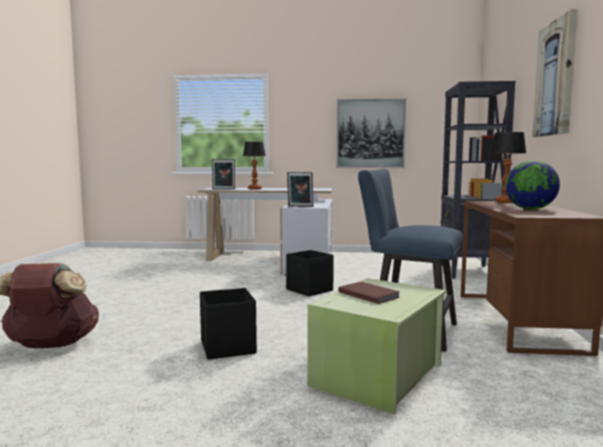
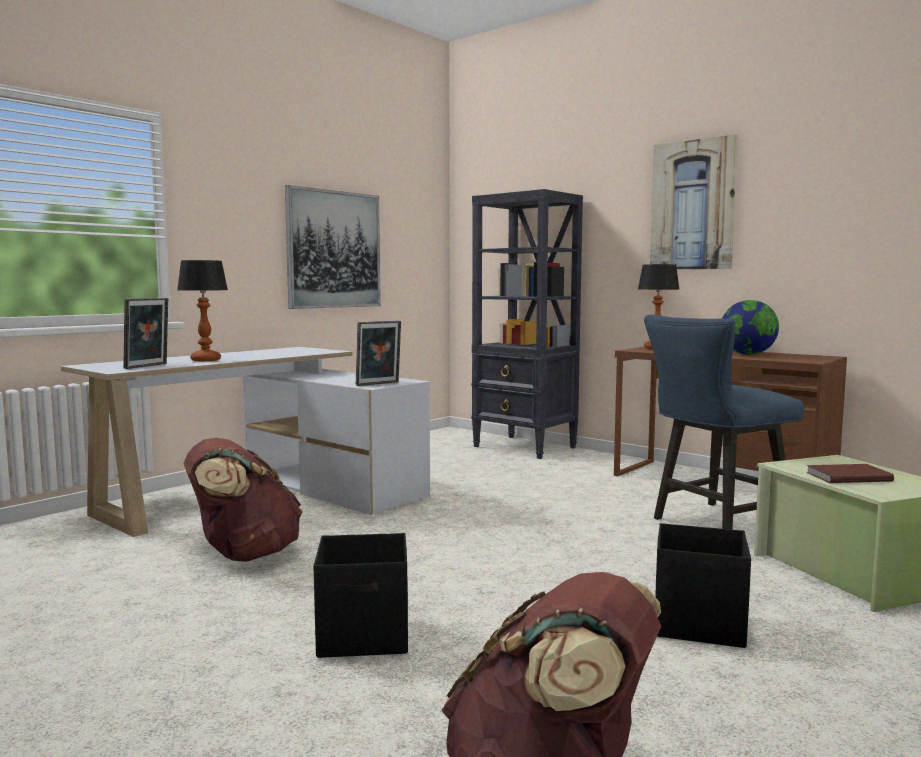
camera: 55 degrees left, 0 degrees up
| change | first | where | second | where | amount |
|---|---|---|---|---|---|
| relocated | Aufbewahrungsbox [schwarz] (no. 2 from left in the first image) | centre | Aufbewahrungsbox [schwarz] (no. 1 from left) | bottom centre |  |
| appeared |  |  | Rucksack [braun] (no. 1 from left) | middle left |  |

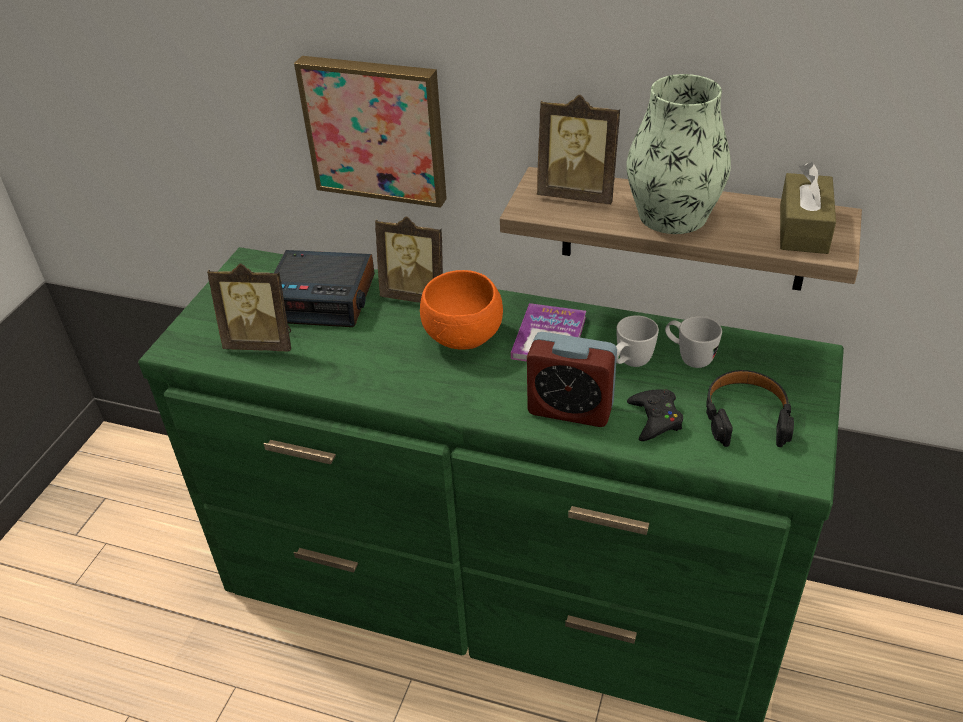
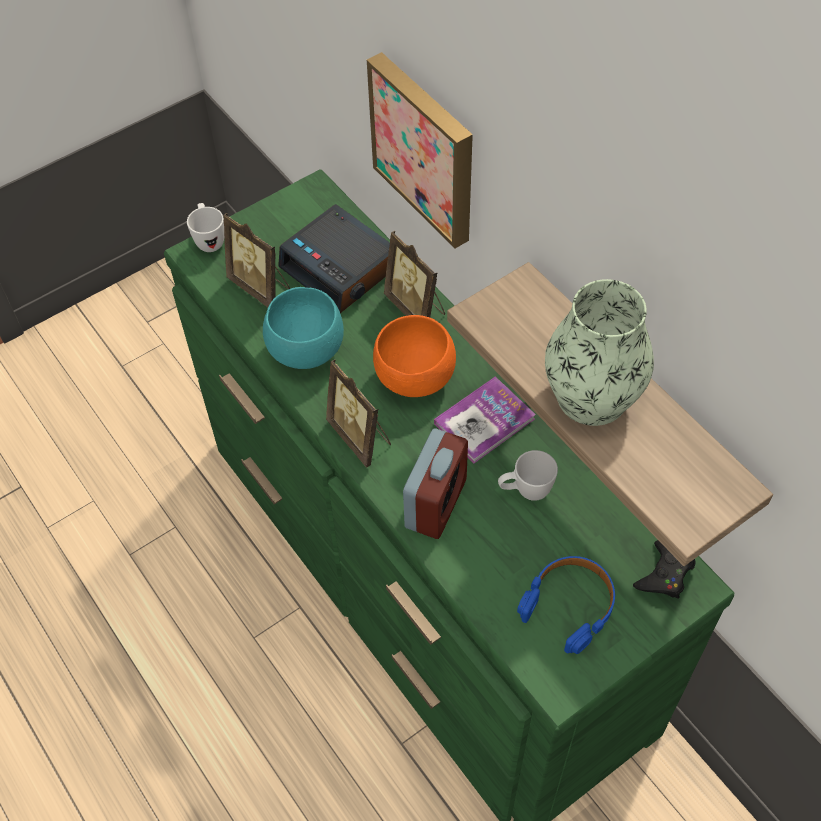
camera: 35 degrees right, 15 degrees up
| change | first | where | second | where | amount |
|---|---|---|---|---|---|
| spun | Wecker (no. 2 from left) | centre |  | centre | 120 degrees counterclockwise |
| relocated | Bilderrahmen (no. 3 from left in the first image) | top centre | Bilderrahmen (no. 2 from left) | centre |  |
| relocated | Gamepad [schwarz] | middle right |  | bottom right |  |
| relocated | Henkelbecher [weiß] (no. 2 from left in the first image) | middle right | Henkelbecher [weiß] (no. 1 from left) | top left |  |
| colour | Kopfhörer [schwarz] | middle right | Kopfhörer [blau] | bottom right |  |
| missing | Taschentuchbox [braun] | top right |  |  |  |
| appeared |  |  | Schüssel [türkis] | centre |  |

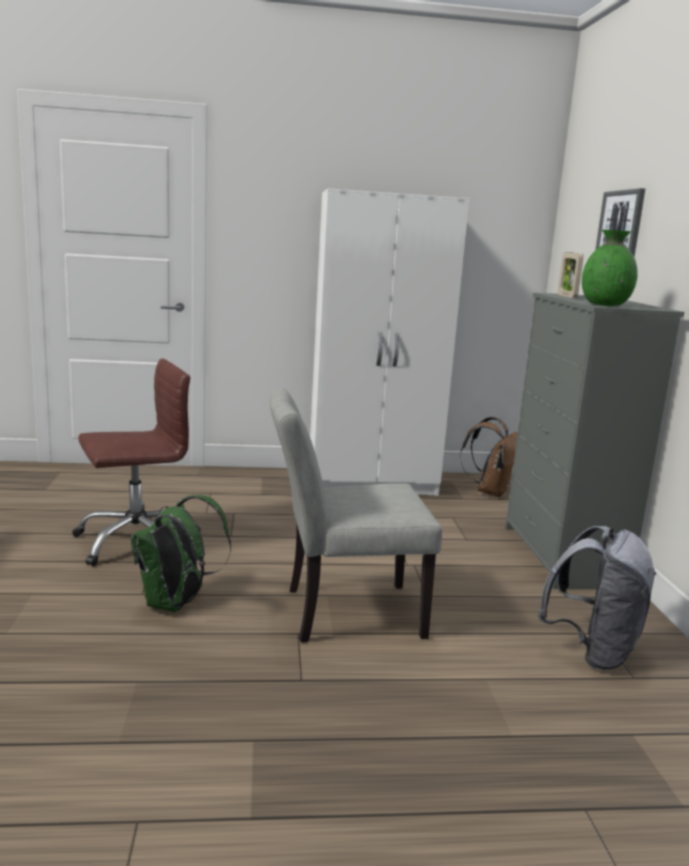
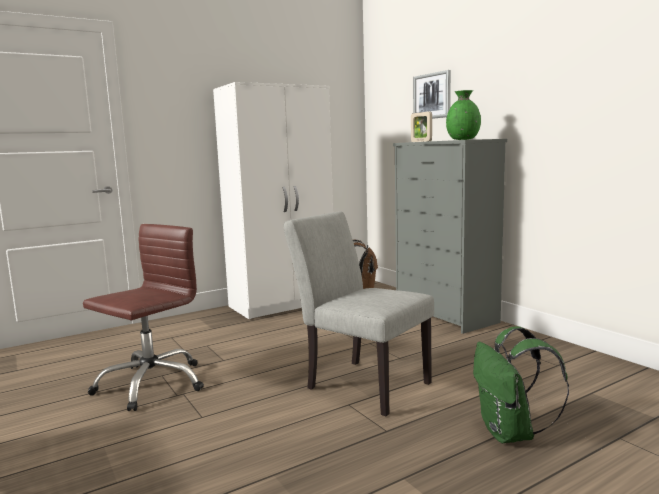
camera: 25 degrees left, 5 degrees down
| change | first | where | second | where | amount |
|---|---|---|---|---|---|
| relocated | Rucksack [grün] | middle left |  | bottom right |  |
| spun | Stuhl [grau] | centre |  | centre | 75 degrees clockwise |
| missing | Rucksack [grau] | bottom right |  |  |  |

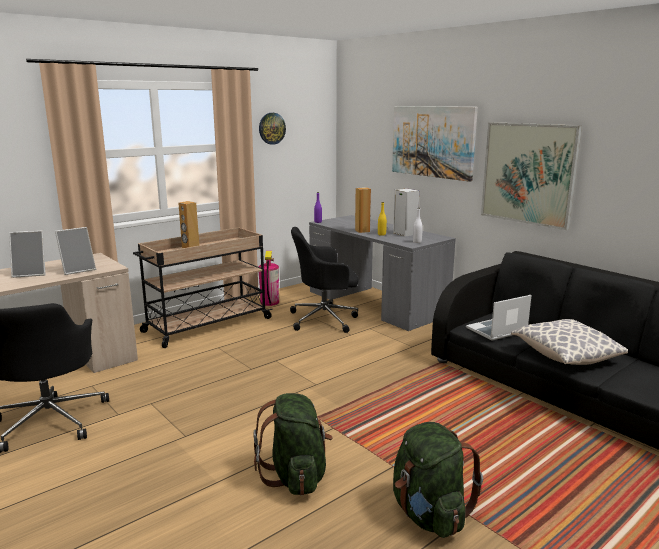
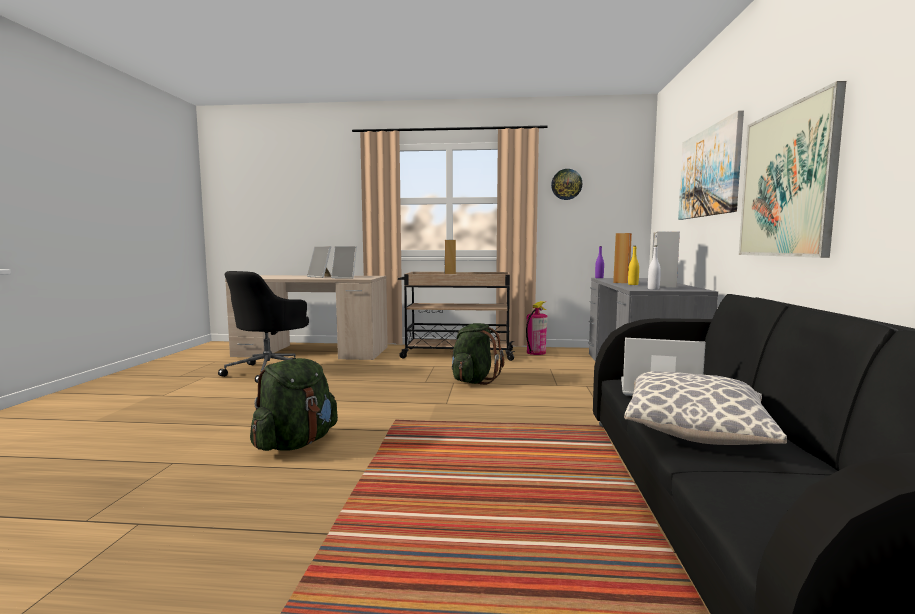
camera: 45 degrees right, 10 degrees down
| change | first | where | second | where | amount |
|---|---|---|---|---|---|
| missing | Bürostuhl [schwarz] (no. 2 from left) | centre |  |  |  |
| relocated | Rucksack [grün] (no. 2 from left) | bottom centre |  | centre |  |

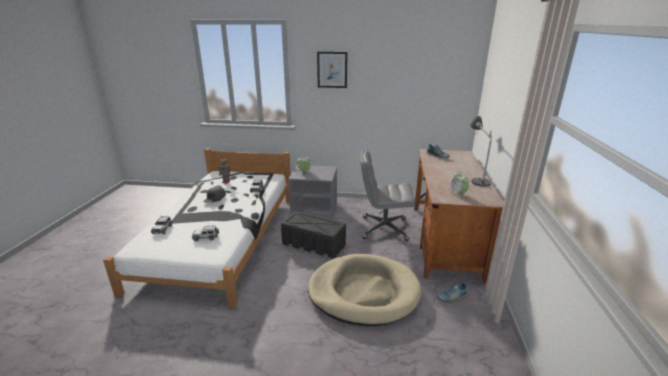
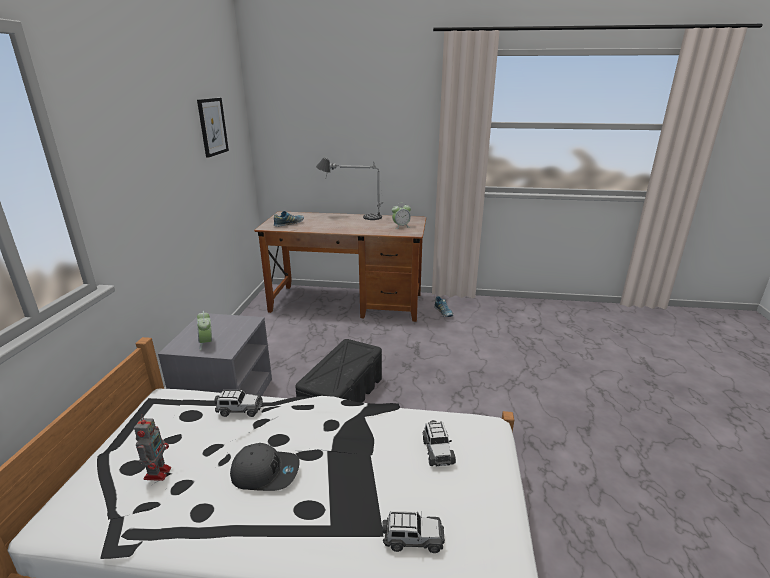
camera: 90 degrees left, 0 degrees up
| change | first | where | second | where | amount |
|---|---|---|---|---|---|
| missing | Hundebett [beige] | bottom centre |  |  |  |
| relocated | Bild | top centre |  | top left |  |
| missing | Bürostuhl [grau] | centre |  |  |  |

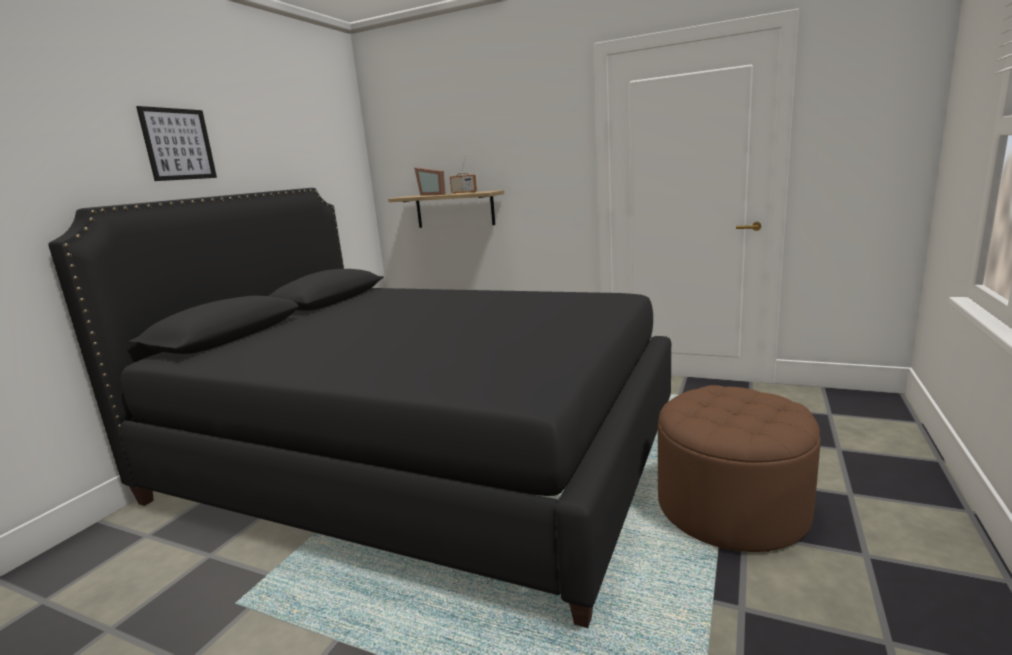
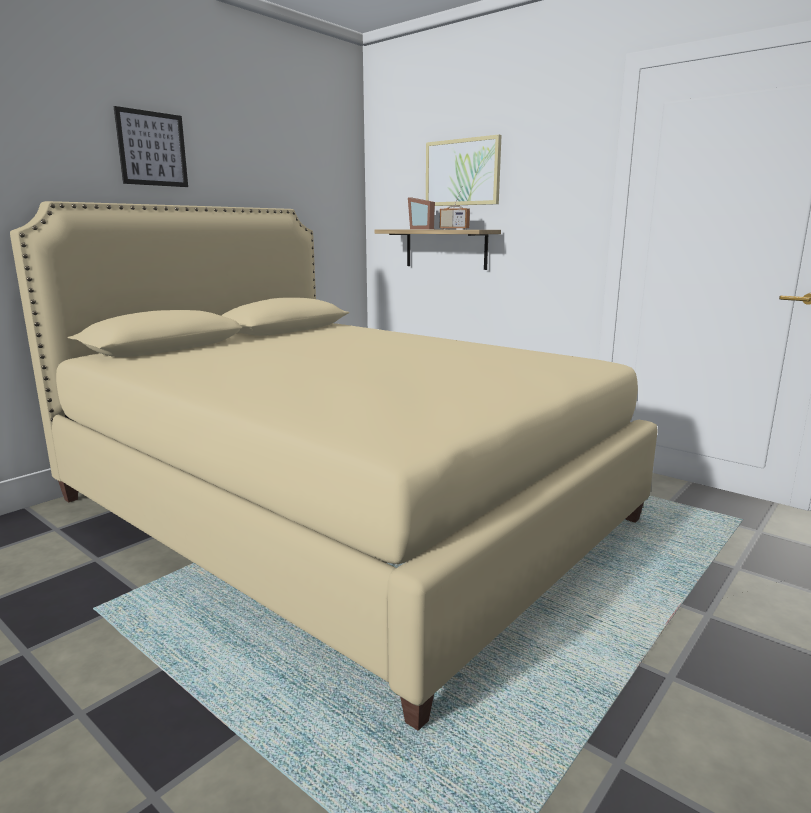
camera: 15 degrees right, 0 degrees up
| change | first | where | second | where | amount |
|---|---|---|---|---|---|
| colour | Bett [schwarz] | centre | Bett [beige] | centre |  |
| missing | Polsterhocker [braun] | bottom right |  |  |  |
| appeared |  |  | Bild (no. 2 from left) | top centre |  |

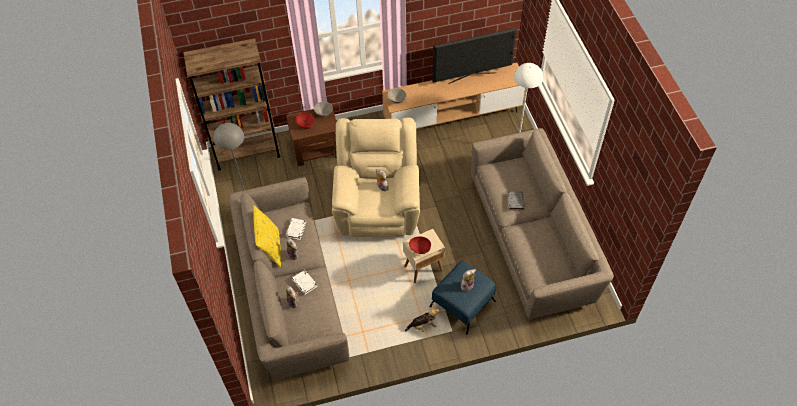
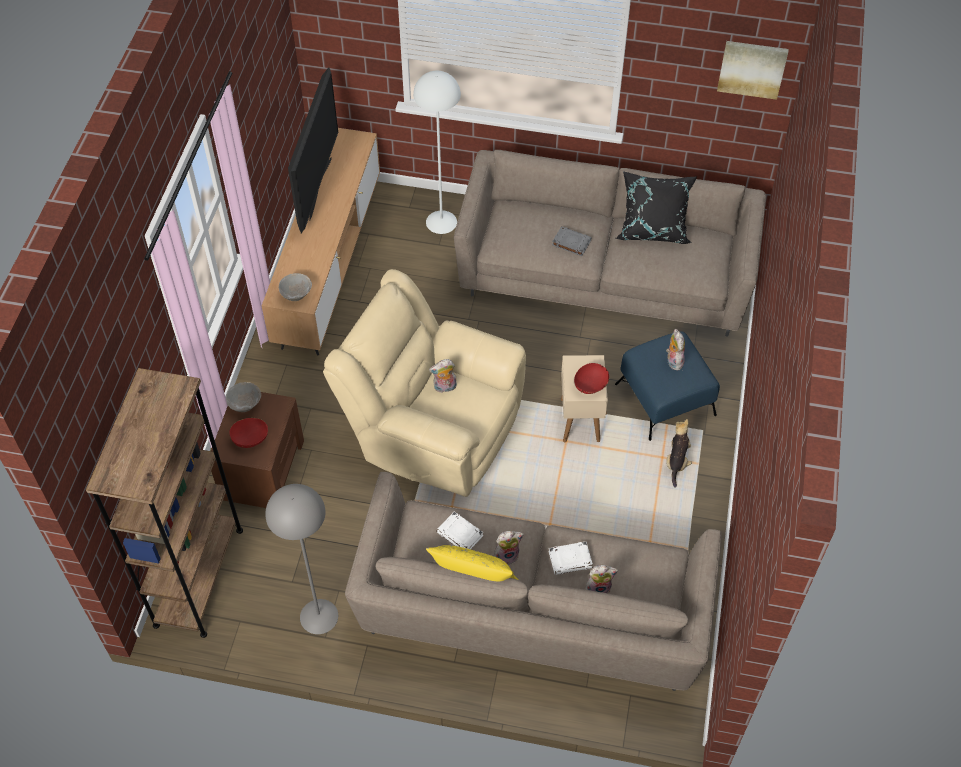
camera: 65 degrees left, 0 degrees up
| change | first | where | second | where | amount |
|---|---|---|---|---|---|
| appeared |  |  | Kissen [schwarz] | top right |  |
| appeared |  |  | Bild | top right |  |

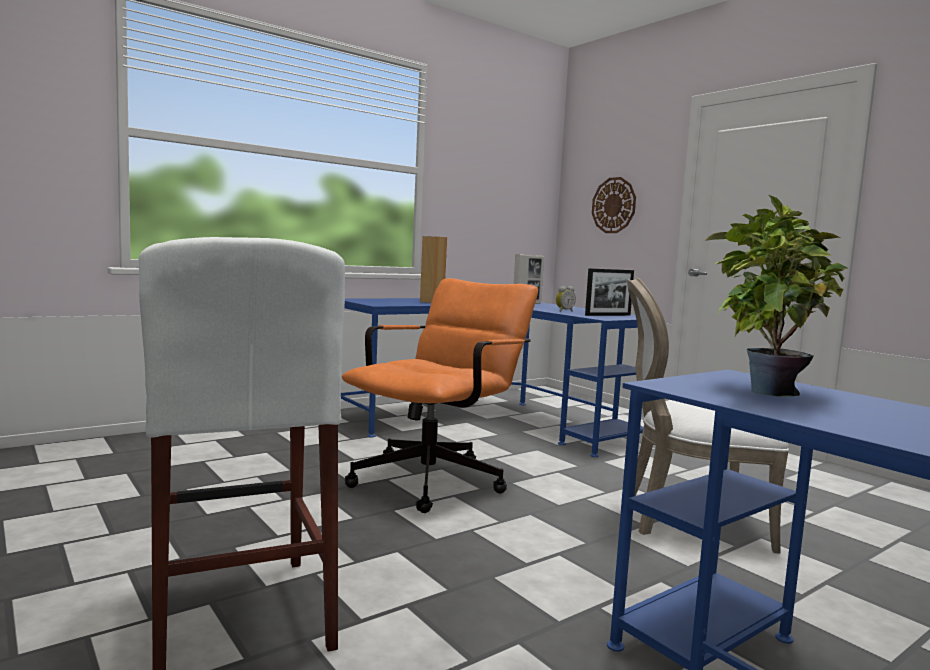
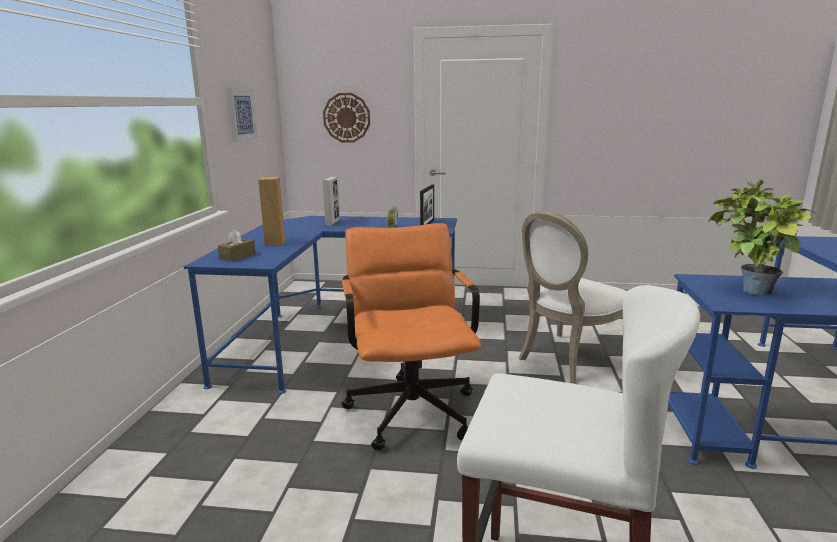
camera: 45 degrees left, 10 degrees up
| change | first | where | second | where | amount |
|---|---|---|---|---|---|
| appeared |  |  | Taschentuchbox [braun] | middle left |  |
| appeared |  |  | Bild | top left |  |

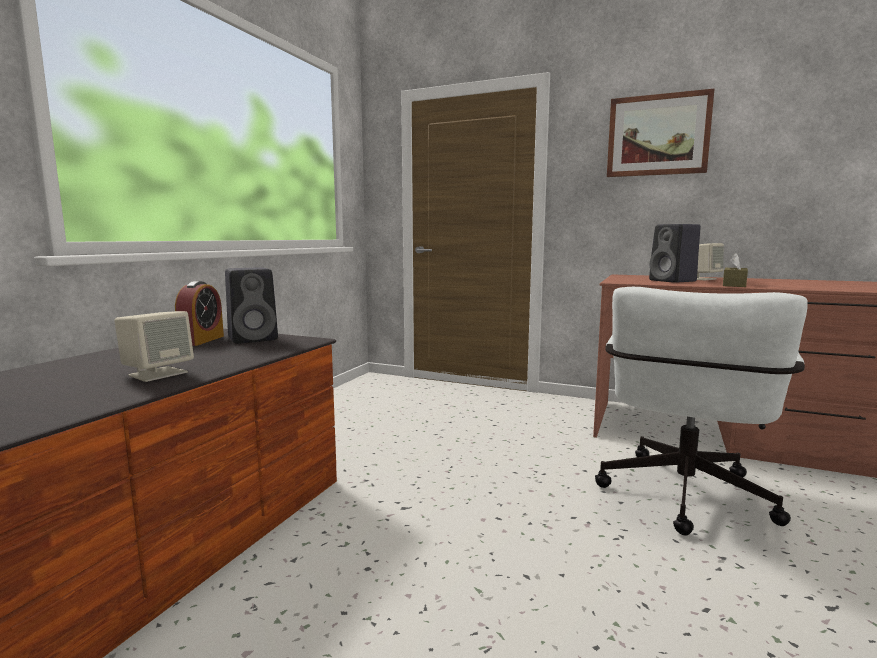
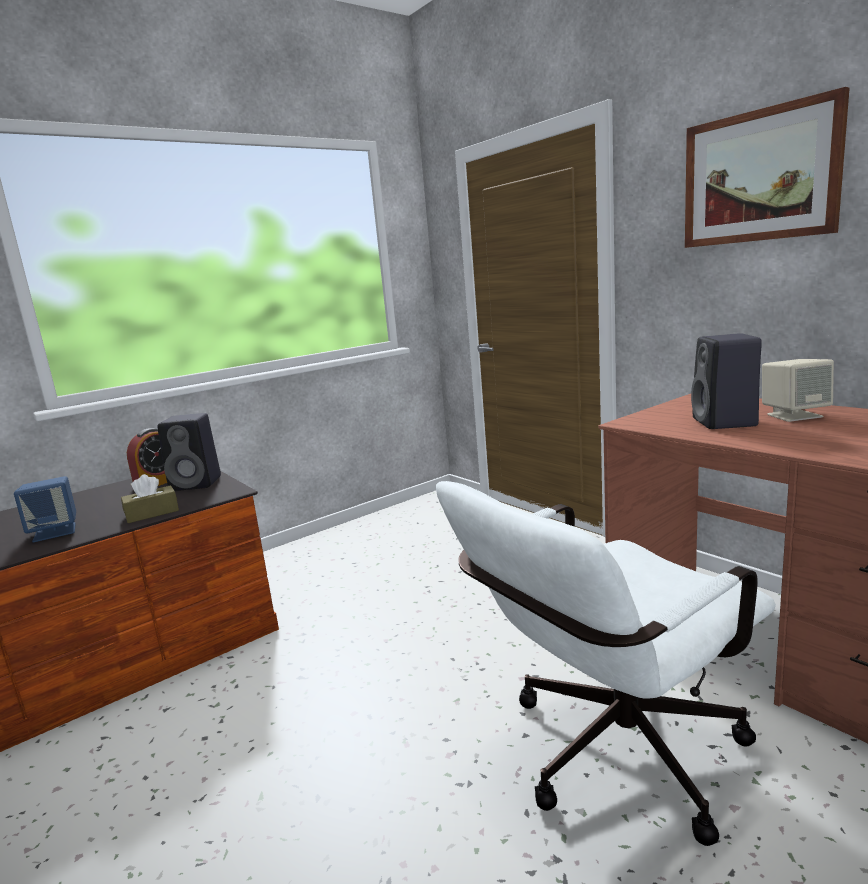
camera: 30 degrees right, 5 degrees up
| change | first | where | second | where | amount |
|---|---|---|---|---|---|
| colour | Lautsprecher [beige] (no. 1 from left) | middle left | Lautsprecher [blau] | middle left |  |
| relocated | Taschentuchbox [braun] | middle right |  | middle left |  |

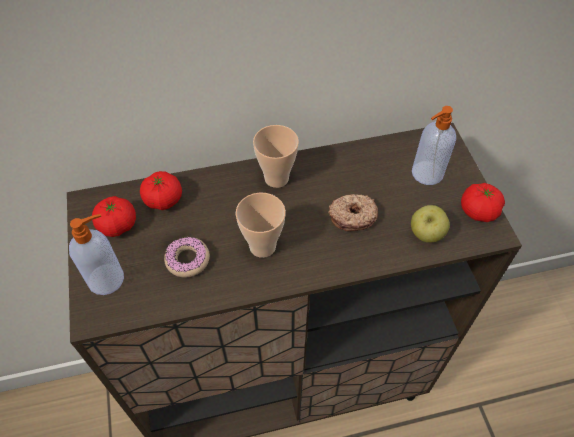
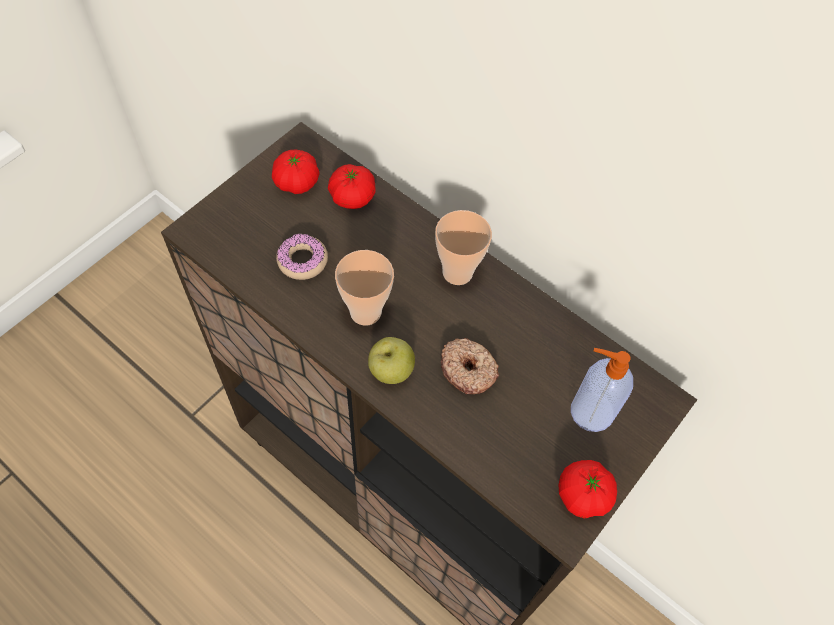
camera: 50 degrees right, 5 degrees up
| change | first | where | second | where | amount |
|---|---|---|---|---|---|
| missing | Seifenspender (no. 1 from left) | middle left |  |  |  |
| relocated | Apfel | middle right |  | centre |  |

